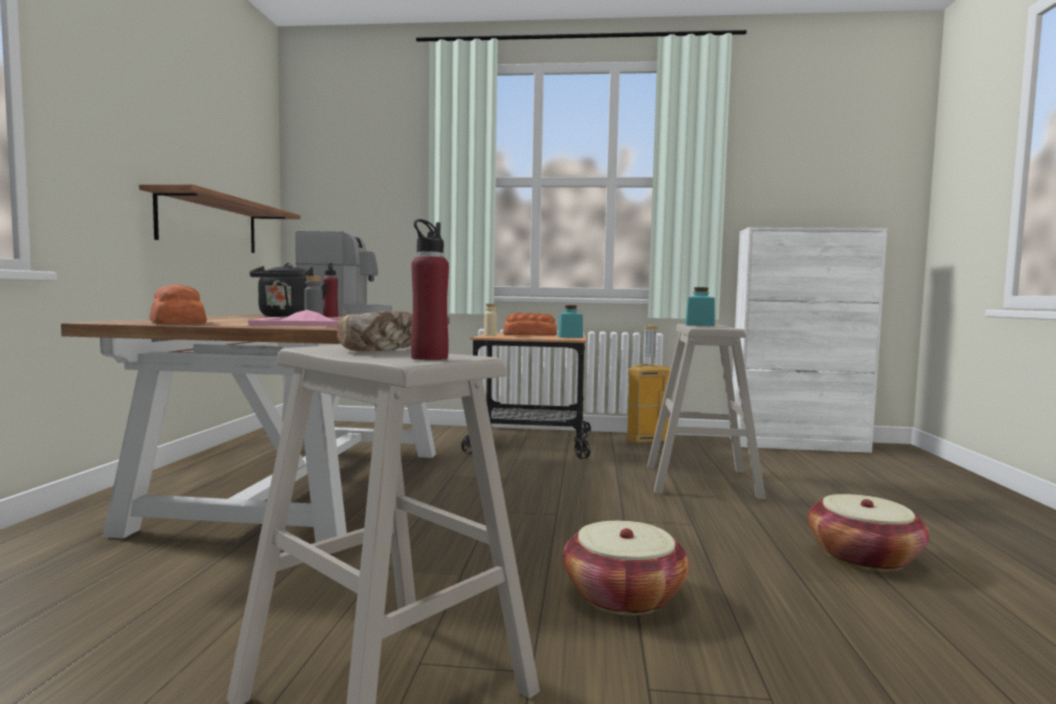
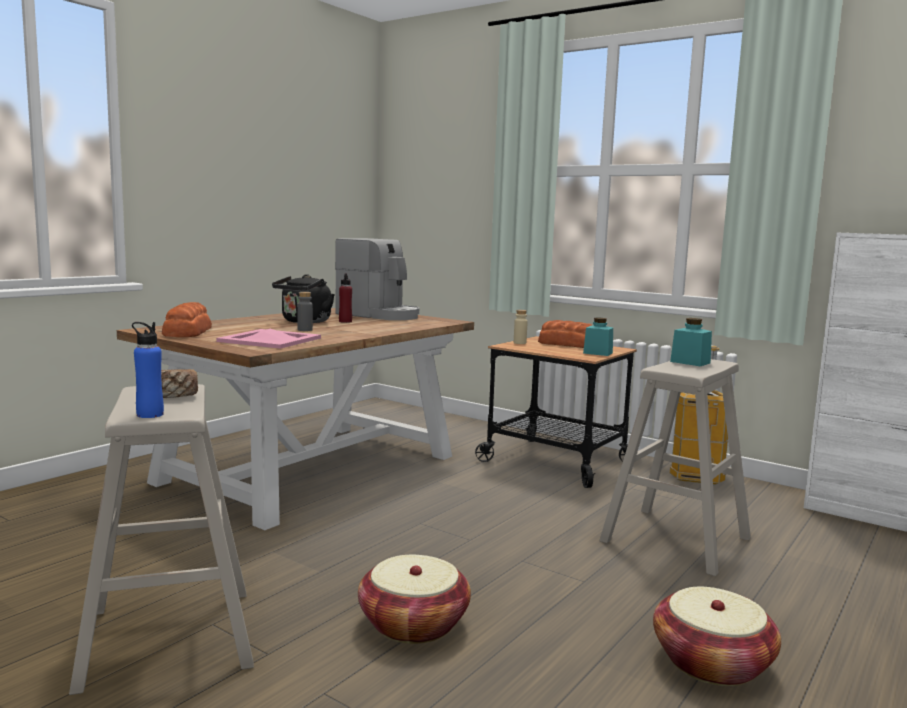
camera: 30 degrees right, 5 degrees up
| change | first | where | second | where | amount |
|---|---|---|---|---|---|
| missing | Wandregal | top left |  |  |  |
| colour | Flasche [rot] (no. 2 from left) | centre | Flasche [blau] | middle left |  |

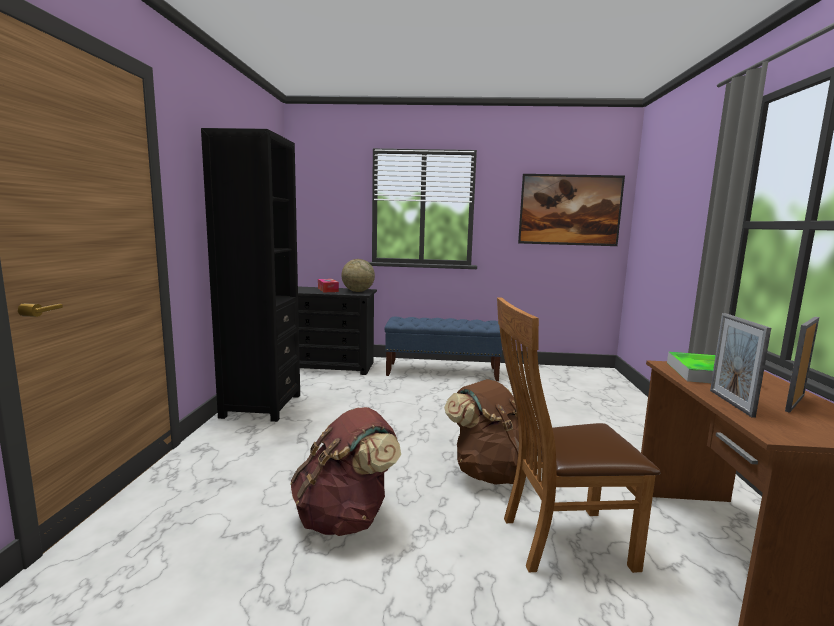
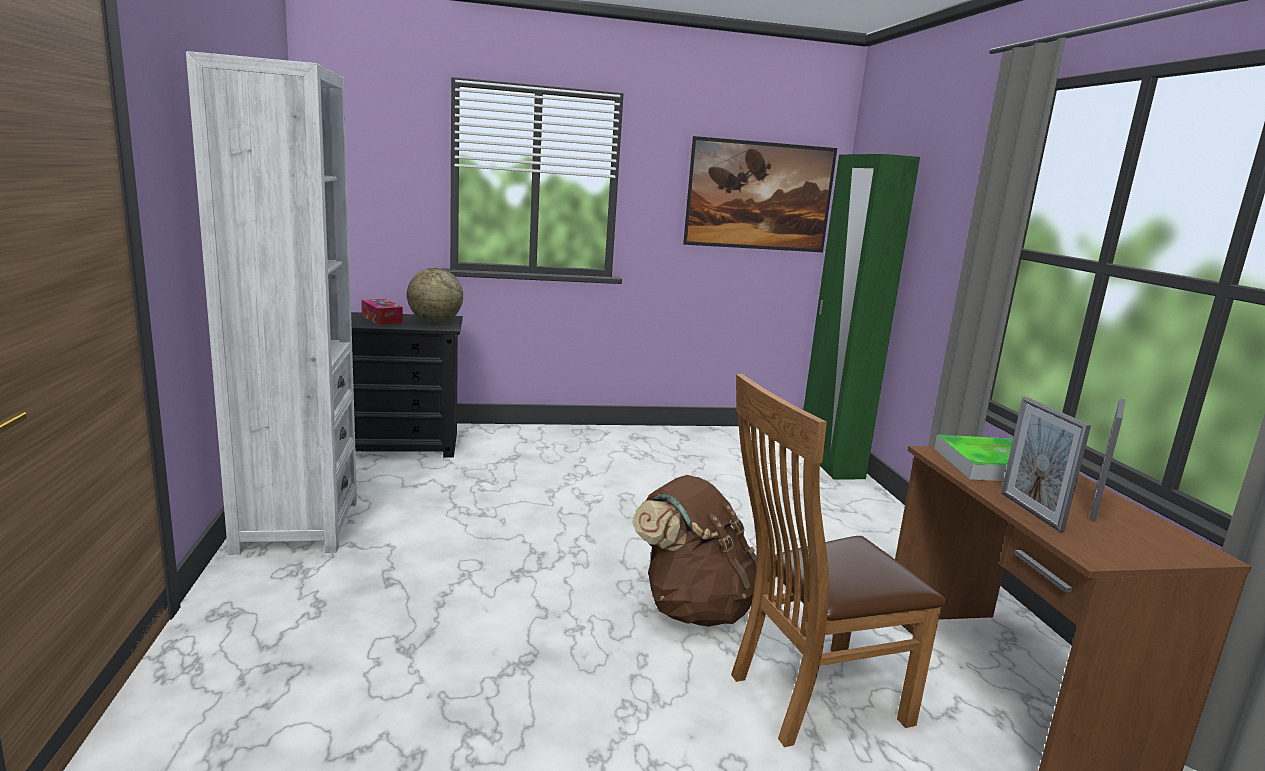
camera: 15 degrees left, 5 degrees up
| change | first | where | second | where | amount |
|---|---|---|---|---|---|
| colour | Bücherregal [schwarz] | middle left | Bücherregal [weiß] | middle left |  |
| missing | Rucksack [braun] (no. 1 from left) | bottom centre |  |  |  |
| missing | Bank [blau] | centre |  |  |  |
| appeared |  |  | Kleiderschrank [grün] | middle right |  |

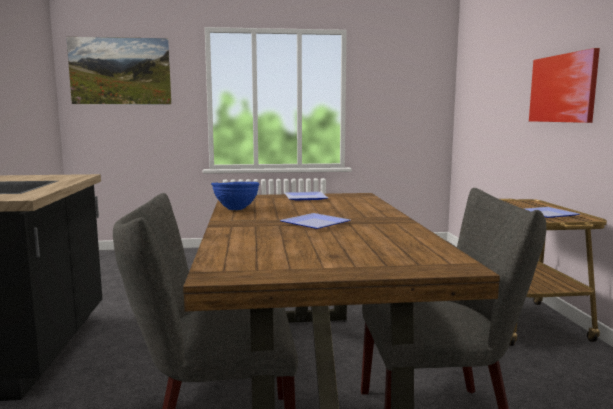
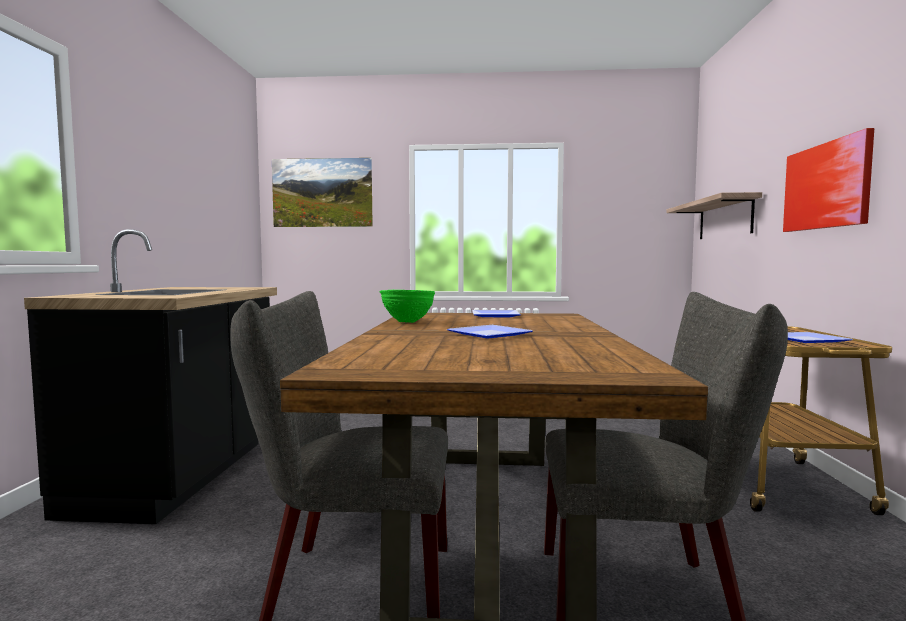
camera: 10 degrees right, 5 degrees down
| change | first | where | second | where | amount |
|---|---|---|---|---|---|
| colour | Schüssel [blau] | centre | Schüssel [grün] | centre |  |
| appeared |  |  | Wandregal | middle right |  |

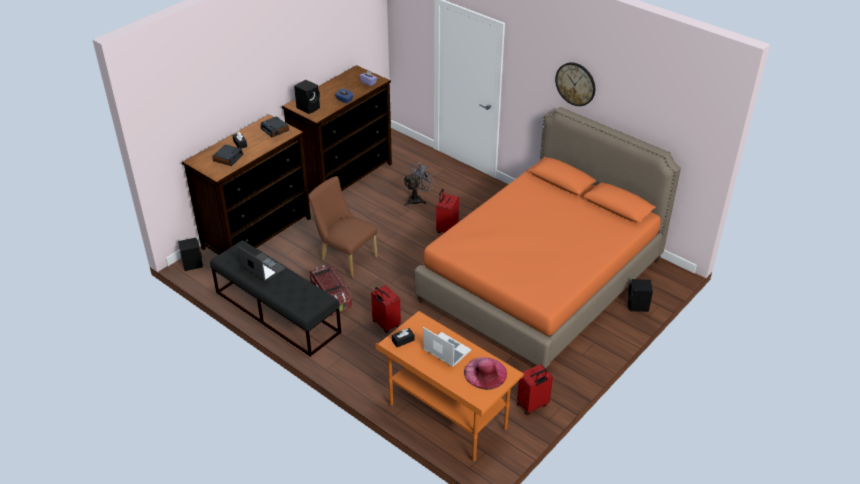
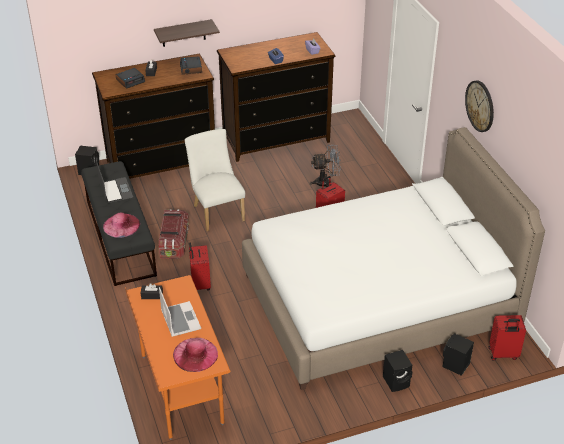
camera: 30 degrees right, 0 degrees up
| change | first | where | second | where | amount |
|---|---|---|---|---|---|
| relocated | Lautsprecher [schwarz] (no. 2 from left) | top centre |  | bottom right |  |
| colour | Stuhl [braun] | centre | Stuhl [weiß] | centre |  |
| colour | Bett [orange] | centre | Bett [weiß] | middle right |  |
| relocated | Koffer [rot] (no. 3 from left) | bottom centre |  | bottom right |  |
| appeared |  |  | Hut [rosa] (no. 1 from left) | middle left |  |
| appeared |  |  | Wandregal | top left |  |

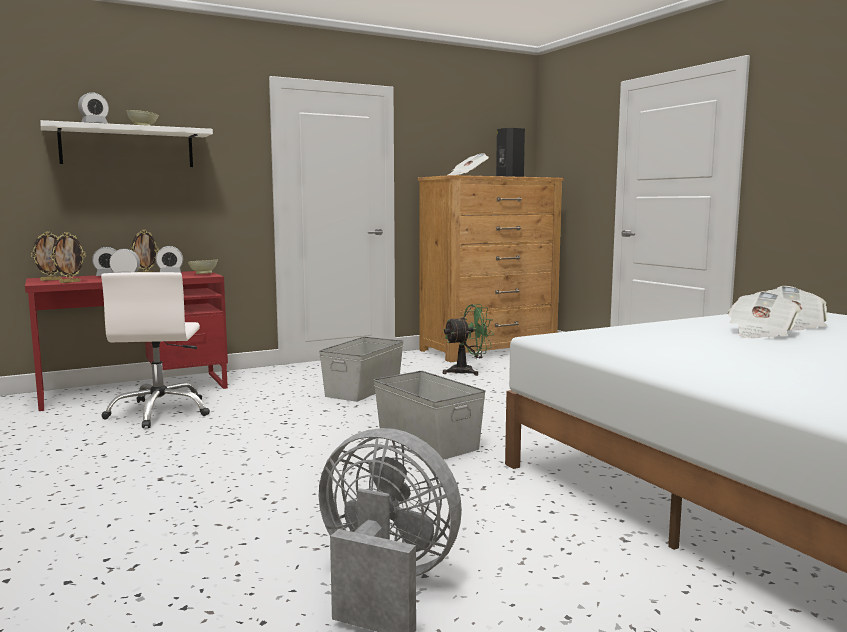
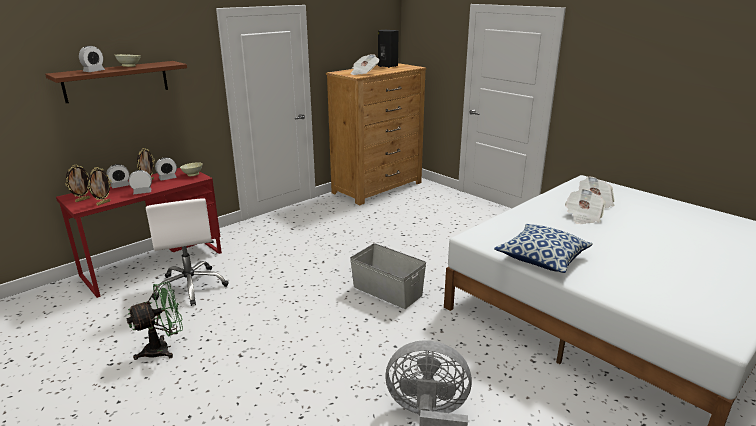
camera: 15 degrees left, 15 degrees up
| change | first | where | second | where | amount |
|---|---|---|---|---|---|
| colour | Wandregal [weiß] | top left | Wandregal [braun] | top left |  |
| missing | Aufbewahrungsbox [grau] (no. 1 from left) | centre |  |  |  |
| relocated | Ventilator [grün] | centre |  | bottom left |  |
| appeared |  |  | Kissen | middle right |  |

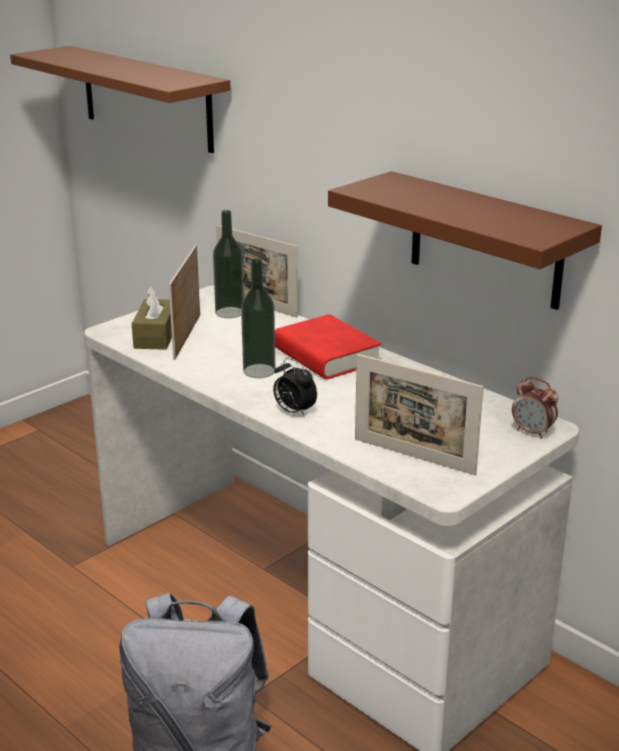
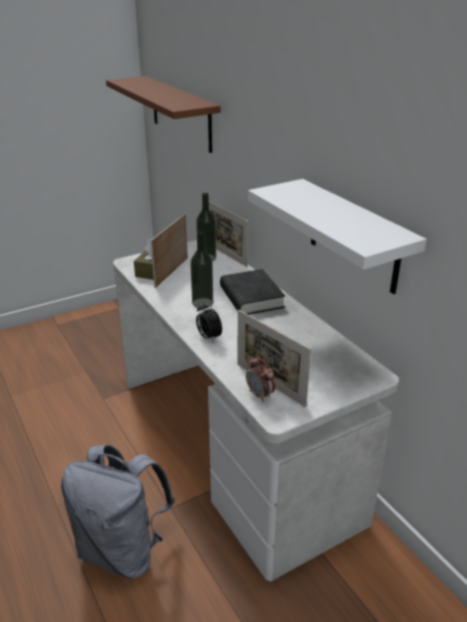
camera: 15 degrees right, 5 degrees up
| change | first | where | second | where | amount |
|---|---|---|---|---|---|
| colour | Buch [rot] | centre | Buch [schwarz] | centre |  |
| colour | Wandregal [braun] (no. 2 from left) | top right | Wandregal [weiß] | middle right |  |
| relocated | Wecker (no. 2 from left) | middle right |  | centre |  |

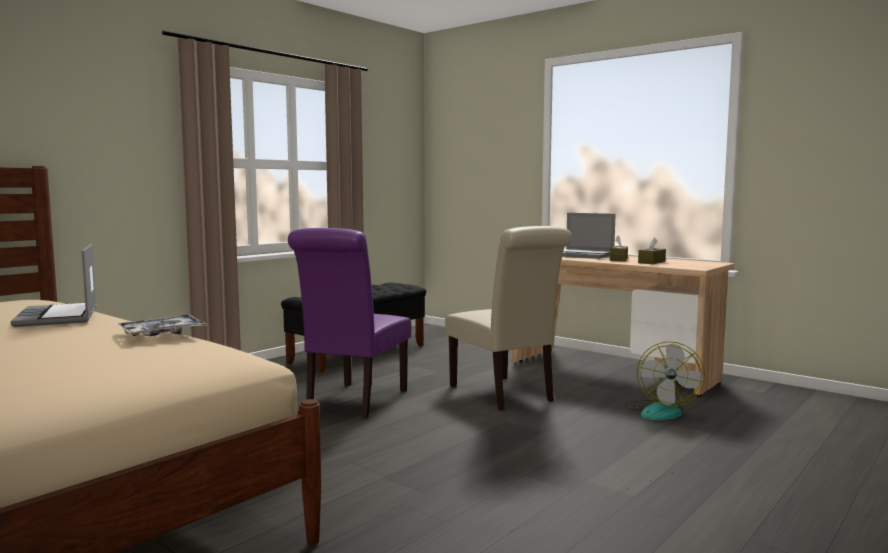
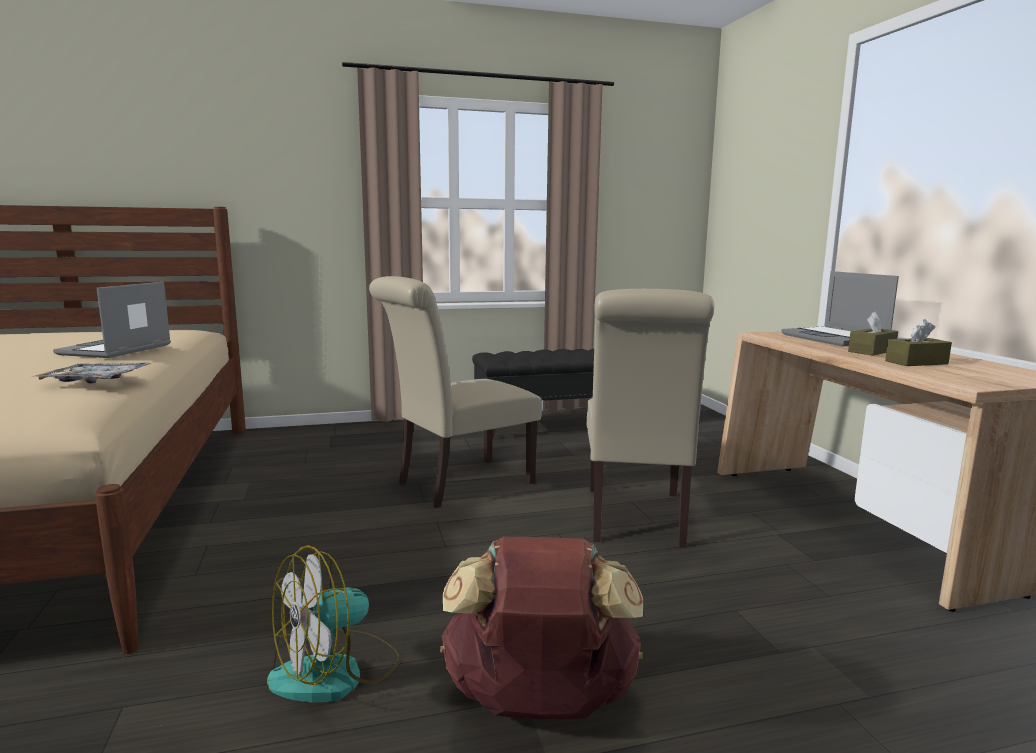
camera: 35 degrees right, 5 degrees up
| change | first | where | second | where | amount |
|---|---|---|---|---|---|
| colour | Stuhl [lila] | centre | Stuhl [beige] (no. 1 from left) | centre |  |
| relocated | Ventilator | bottom right |  | bottom left |  |
| appeared |  |  | Rucksack [braun] | bottom centre |  |

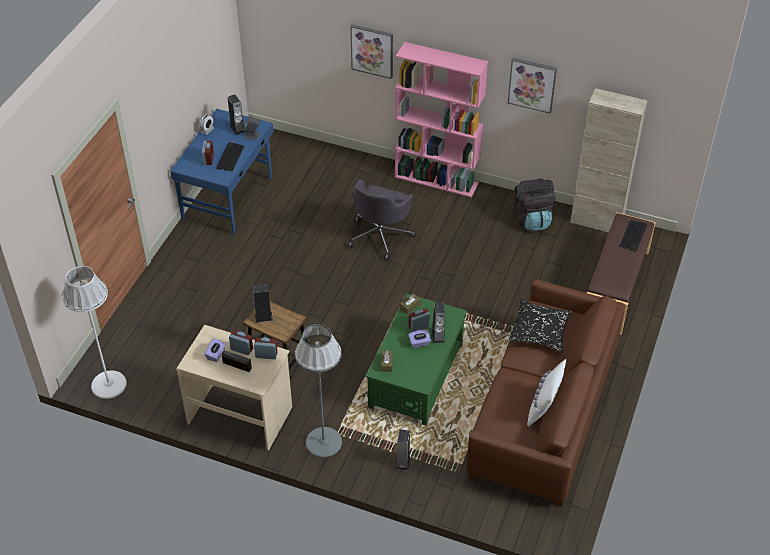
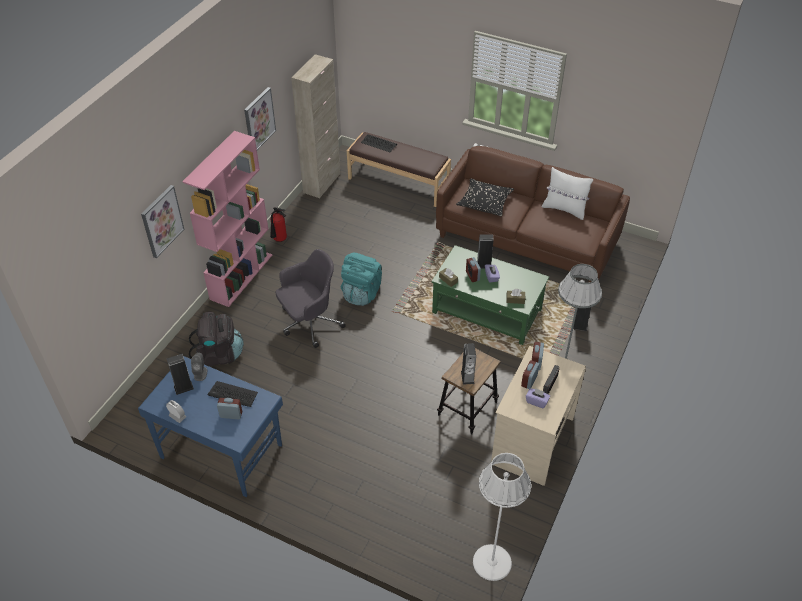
camera: 85 degrees left, 0 degrees up
| change | first | where | second | where | amount |
|---|---|---|---|---|---|
| spun | Bürostuhl [grau] | centre |  | centre | 60 degrees counterclockwise |
| relocated | Rucksack [schwarz] | middle right |  | middle left |  |
| appeared |  |  | Feuerlöscher | centre |  |
| appeared |  |  | Rucksack [türkis] | centre |  |

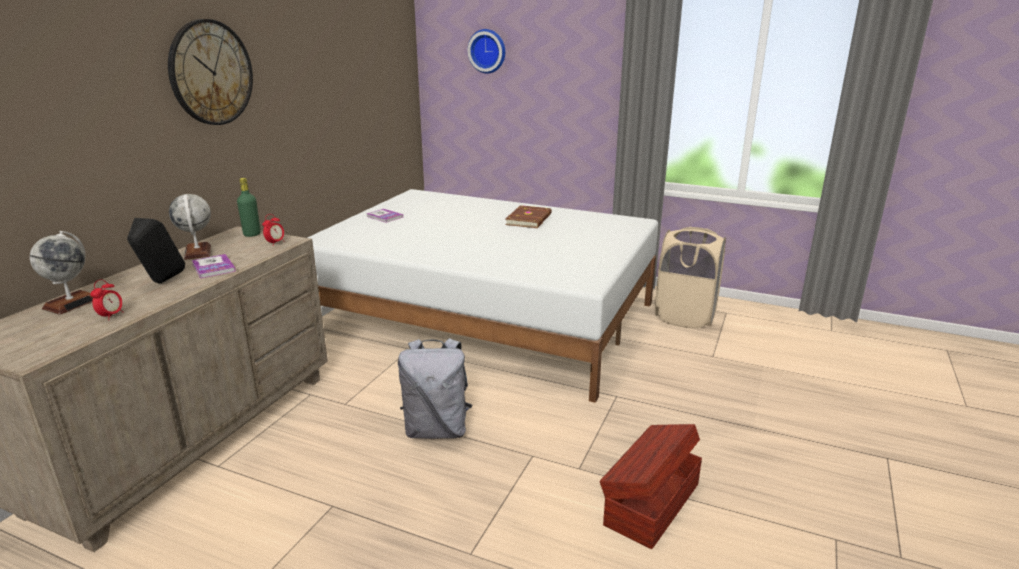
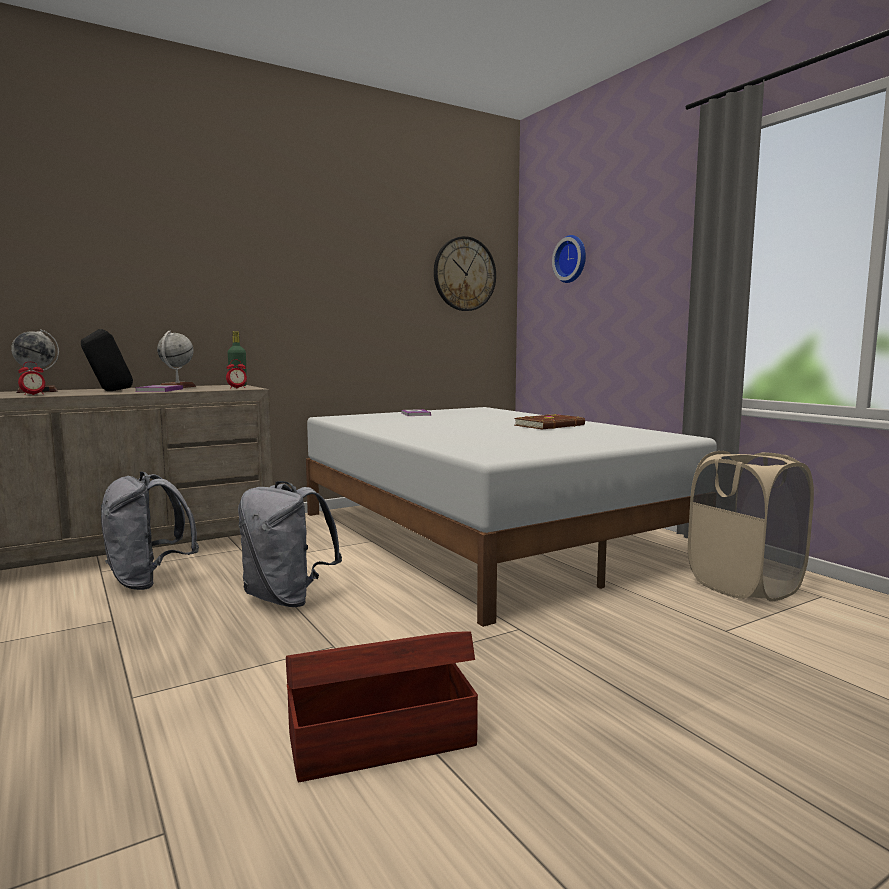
camera: 35 degrees right, 15 degrees down
| change | first | where | second | where | amount |
|---|---|---|---|---|---|
| relocated | Wanduhr (no. 1 from left) | top left |  | top centre |  |
| appeared |  |  | Rucksack [grau] (no. 1 from left) | middle left |  |

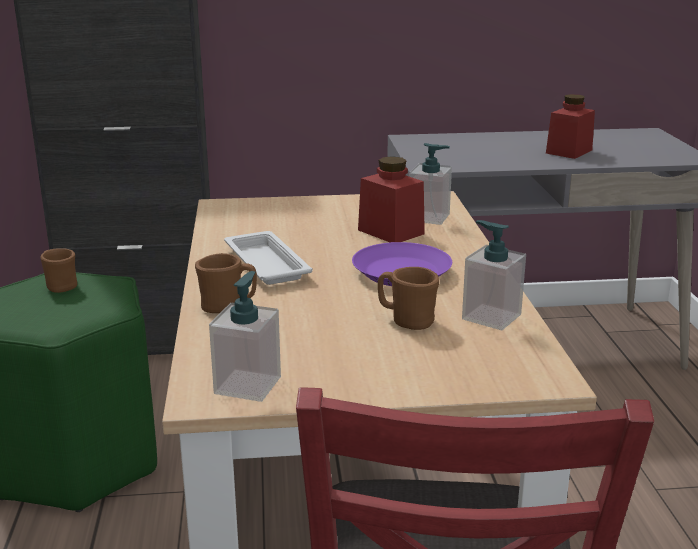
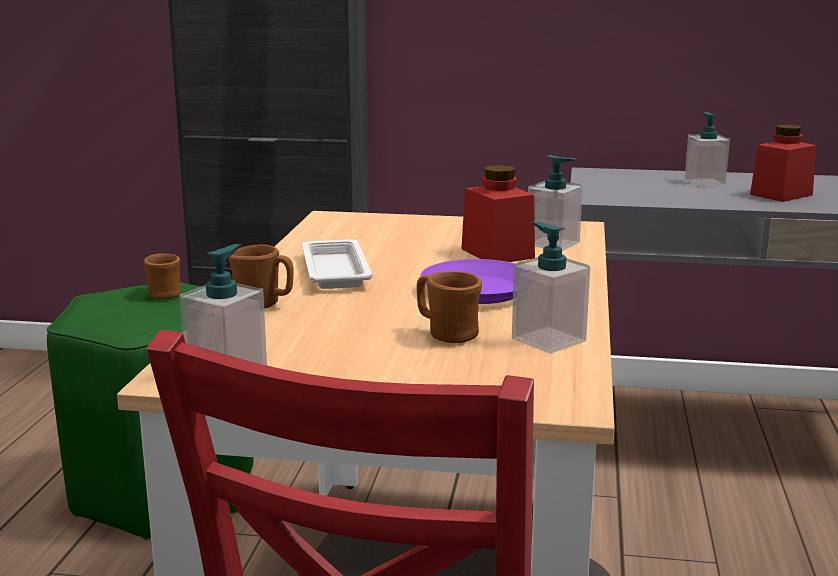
camera: 15 degrees right, 5 degrees down
| change | first | where | second | where | amount |
|---|---|---|---|---|---|
| appeared |  |  | Seifenspender (no. 4 from left) | top right |  |

